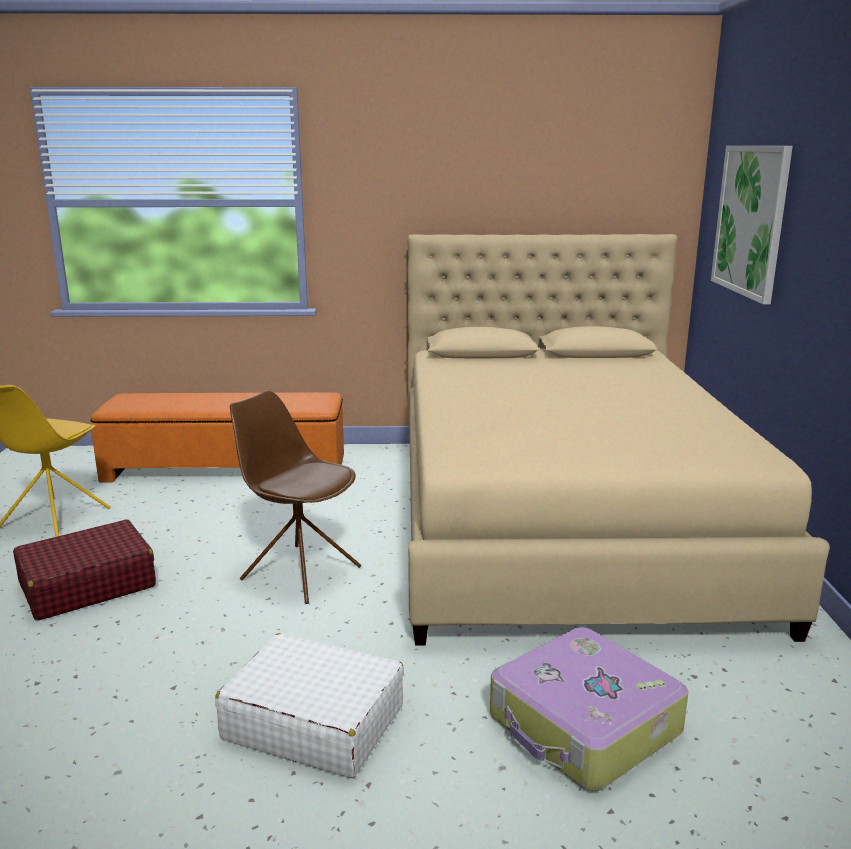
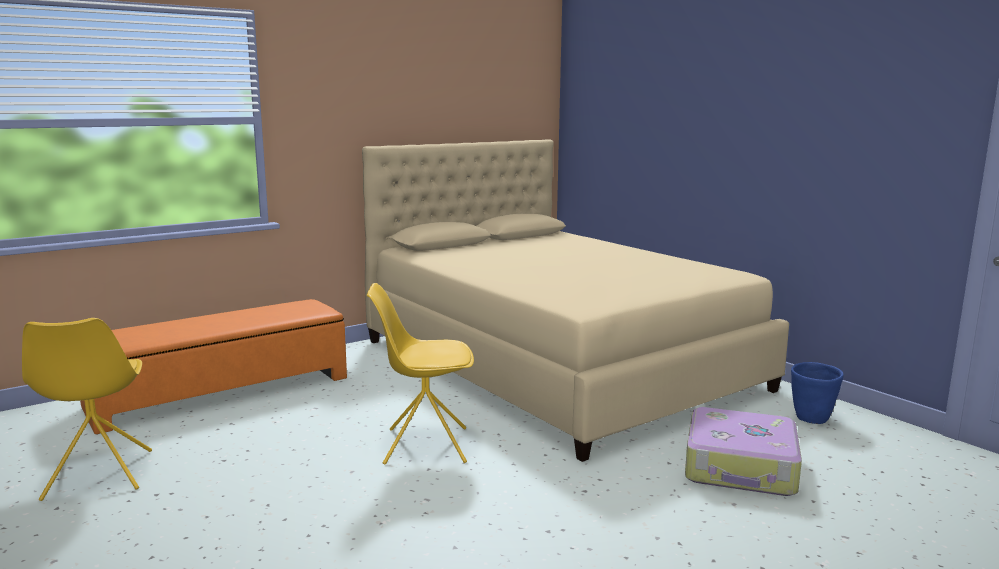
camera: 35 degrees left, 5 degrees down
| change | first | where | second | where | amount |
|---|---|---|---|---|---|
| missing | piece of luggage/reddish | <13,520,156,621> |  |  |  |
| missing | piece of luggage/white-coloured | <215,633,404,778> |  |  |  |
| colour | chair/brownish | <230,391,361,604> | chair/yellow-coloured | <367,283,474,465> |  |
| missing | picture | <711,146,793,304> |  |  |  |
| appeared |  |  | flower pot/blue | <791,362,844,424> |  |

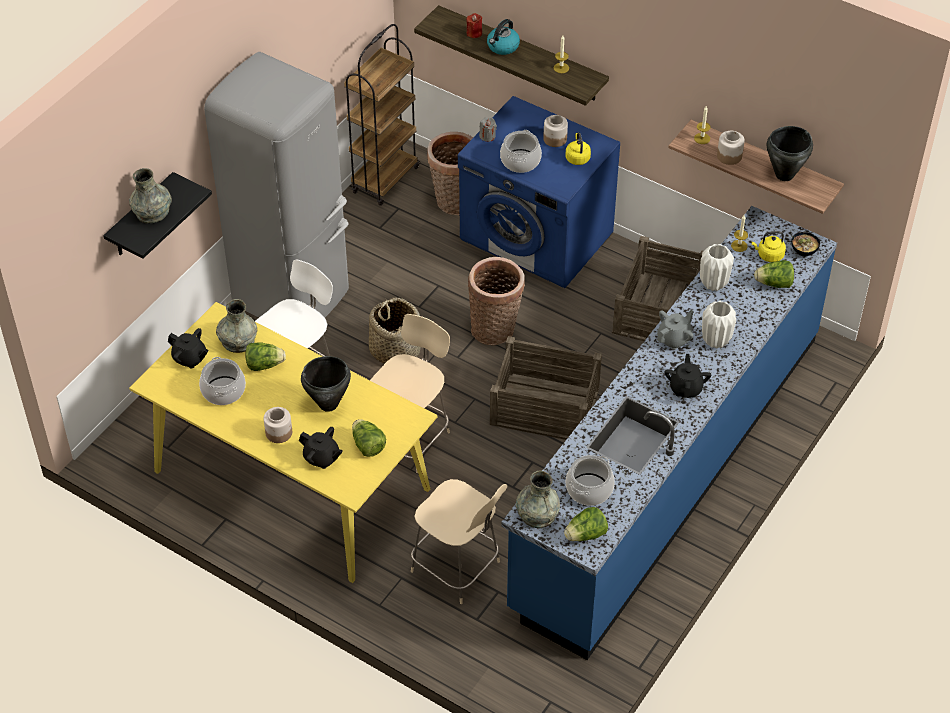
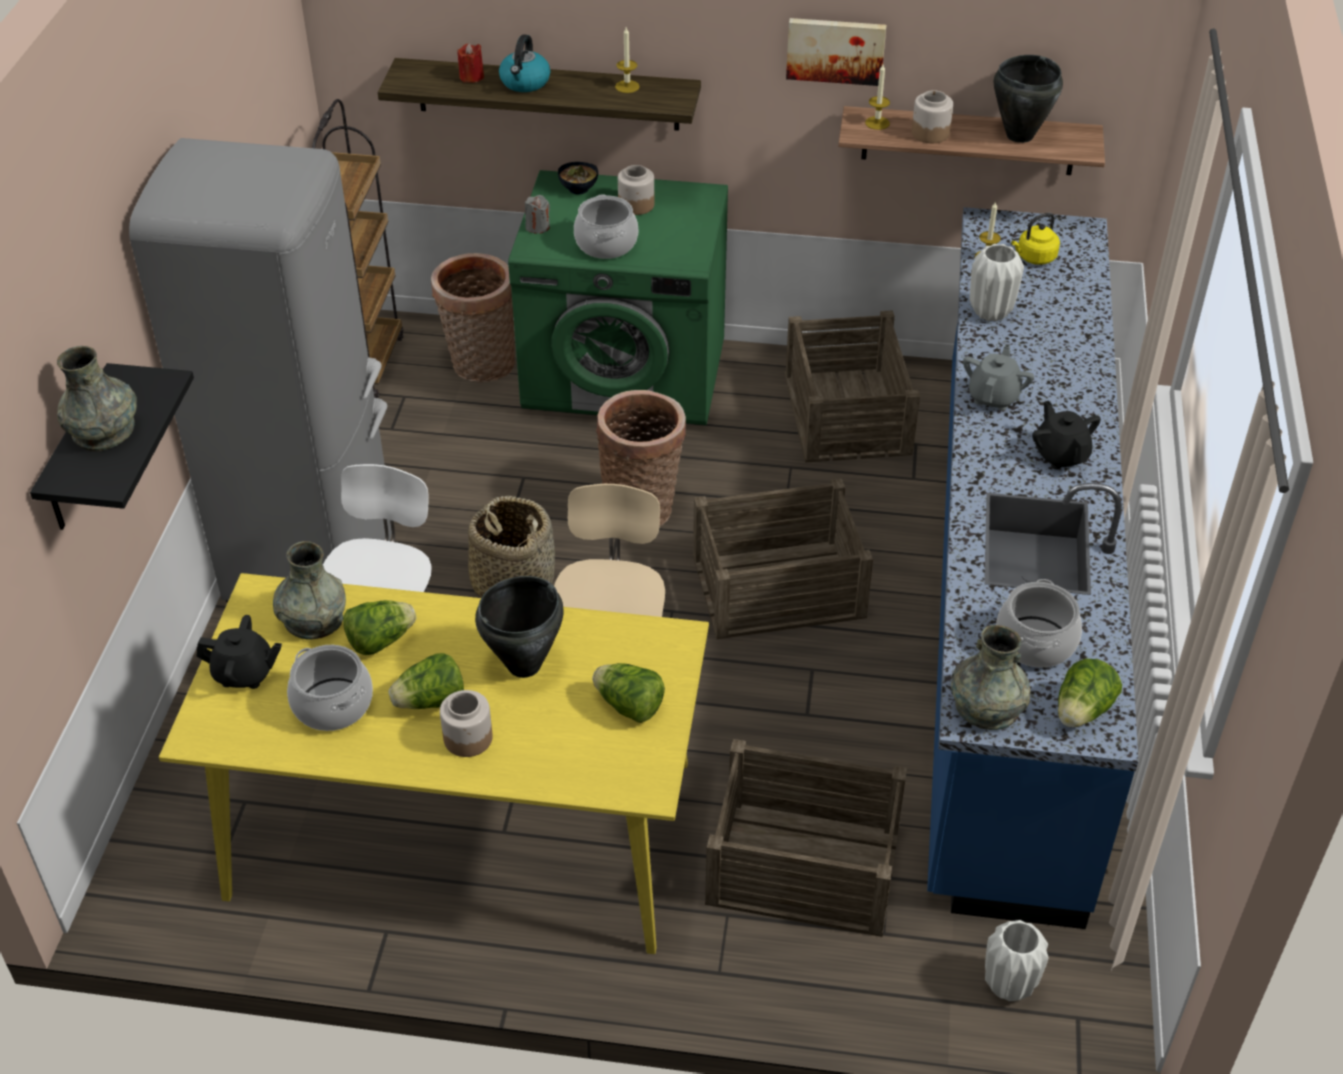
camera: 25 degrees left, 5 degrees down
| change | first | where | second | where | amount |
|---|---|---|---|---|---|
| missing | tea pot/black-coloured | <299,427,343,469> |  |  |  |
| exchanged | chair/sand-coloured | <411,479,507,604> | crate | <705,739,907,937> |  |
| colour | washing machine/blue | <458,96,620,288> | washing machine/green-coloured | <508,170,728,425> |  |
| missing | tea kettle/yellow-coloured | <566,132,591,165> |  |  |  |
| relocated | flower vase/white-coloured | <702,301,736,349> |  | <985,920,1049,1001> |  |
| relocated | lettuce | <754,260,794,288> |  | <388,653,464,709> |  |
| relocated | serving bowl | <791,232,820,257> |  | <558,162,598,194> |  |
| appeared |  |  | picture | <786,18,886,86> |  |

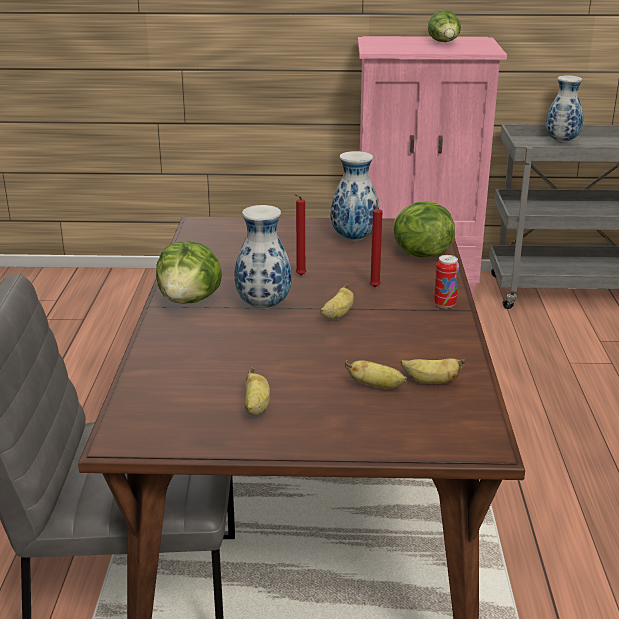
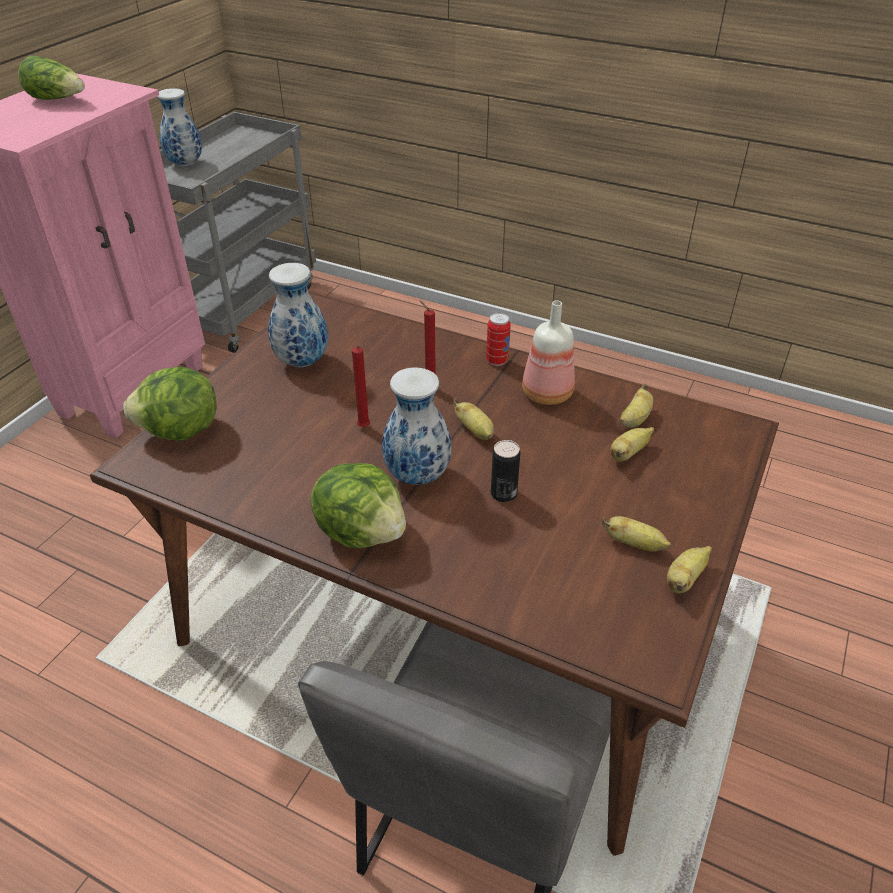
camera: 65 degrees left, 15 degrees up
| change | first | where | second | where | amount |
|---|---|---|---|---|---|
| relocated | lettuce | <393,201,455,258> |  | <123,367,217,441> |  |
| appeared |  |  | sealed can | <491,440,520,502> |  |
| appeared |  |  | beverage bottle | <522,300,575,405> |  |
| appeared |  |  | whole banana | <667,546,712,593> |  |

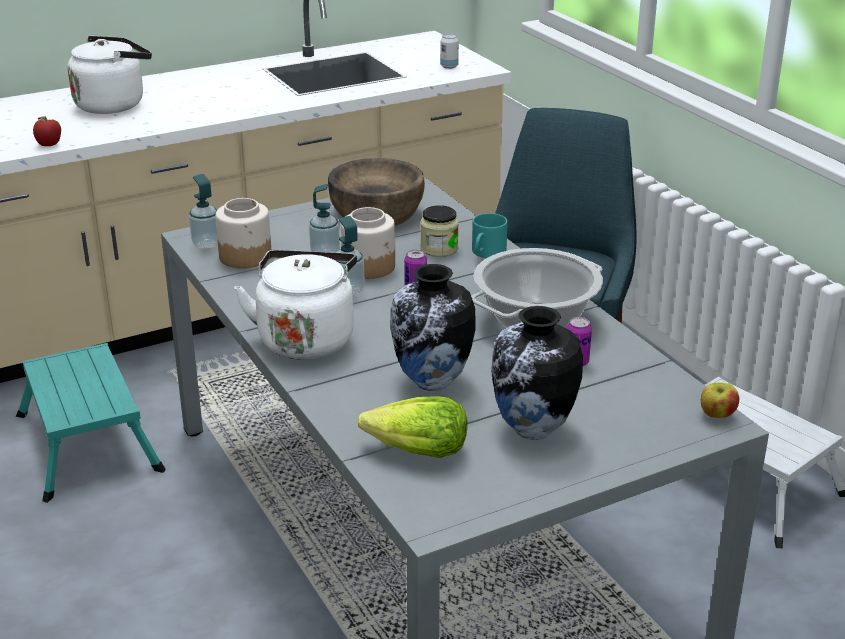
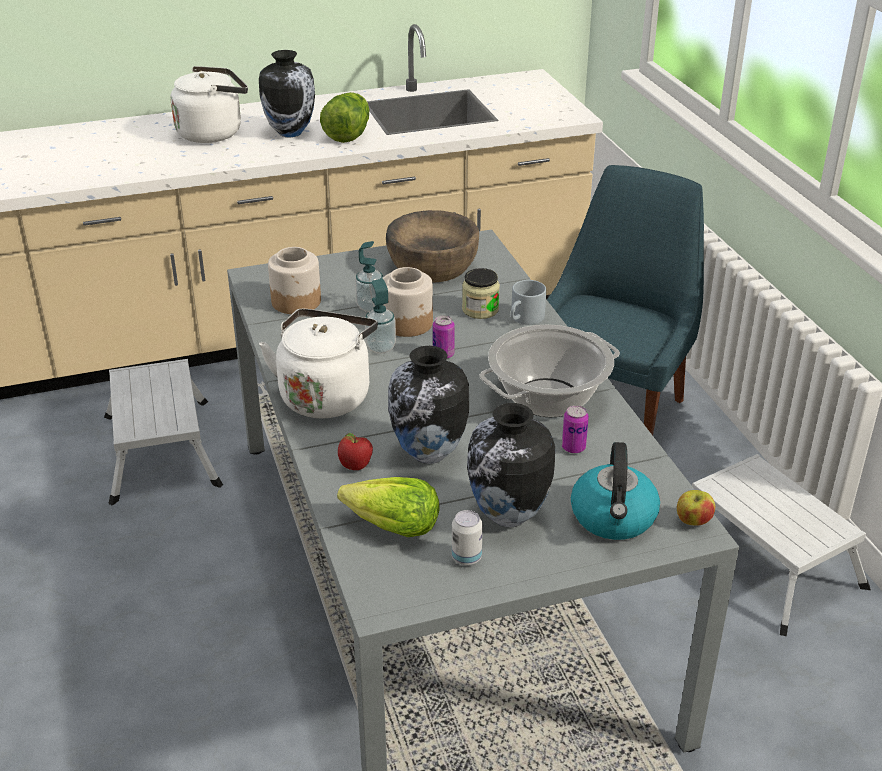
camera: 10 degrees right, 5 degrees up
| change | first | where | second | where | amount |
|---|---|---|---|---|---|
| colour | stepladder/turquoise-coloured | <16,343,166,503> | stepladder/white-coloured | <104,359,223,506> |  |
| relocated | whole apple | <33,116,61,146> |  | <338,433,373,470> |  |
| missing | liquid soap bottle | <189,174,218,249> |  |  |  |
| relocated | sealed can | <440,34,459,69> |  | <452,510,483,565> |  |
| colour | tea mug/turquoise-coloured | <472,213,507,258> | tea mug/grey | <510,280,546,325> |  |
| appeared |  |  | flower vase | <259,50,315,137> |  |
| appeared |  |  | lettuce | <320,92,370,143> |  |
| appeared |  |  | tea kettle | <571,442,660,540> |  |

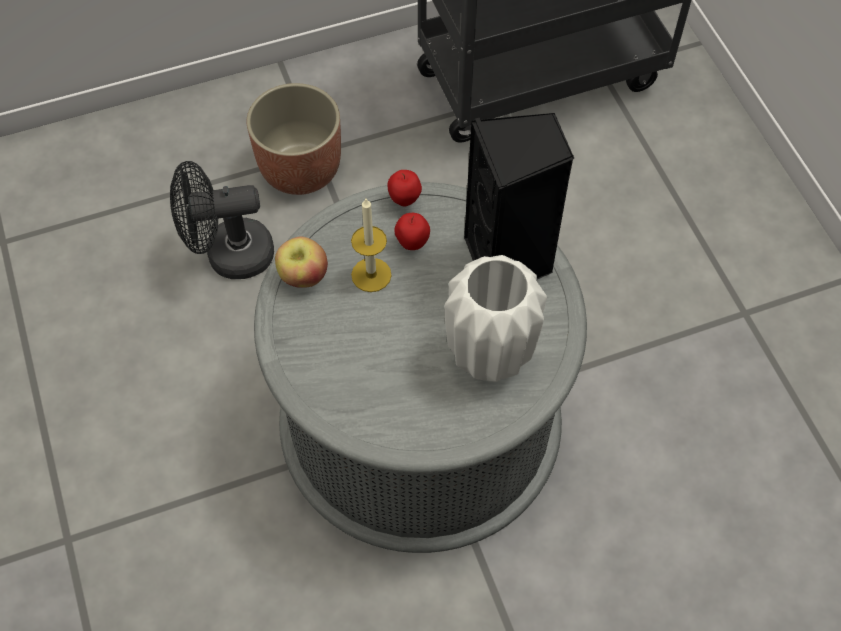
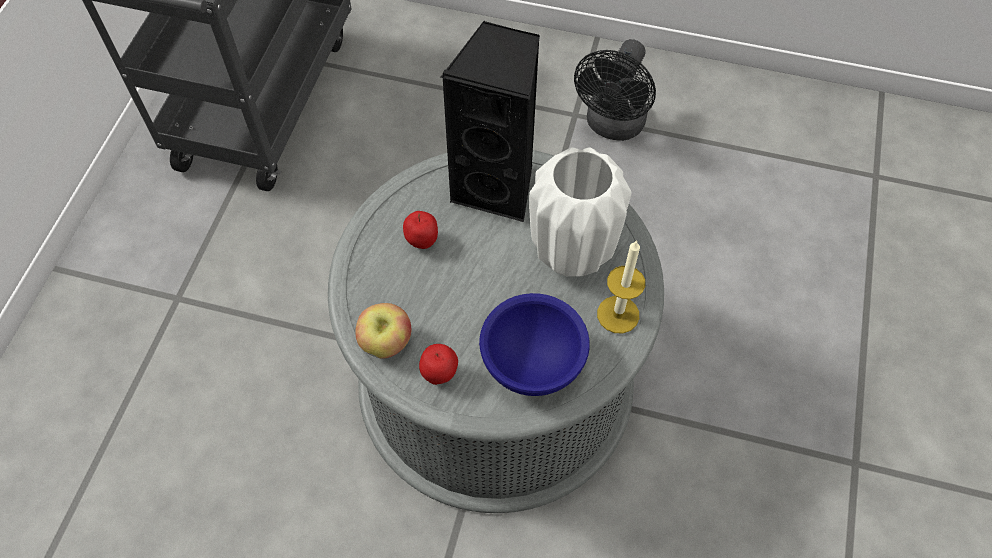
camera: 55 degrees left, 0 degrees up
| change | first | where | second | where | amount |
|---|---|---|---|---|---|
| relocated | fan/black-coloured | <170,161,274,279> |  | <574,39,656,141> |  |
| missing | flower pot | <247,83,341,195> |  |  |  |
| relocated | candle | <351,199,392,292> |  | <597,240,645,334> |  |
| relocated | whole apple | <387,170,422,207> |  | <419,344,458,385> |  |
| appeared |  |  | serving bowl/blue | <479,293,590,396> |  |

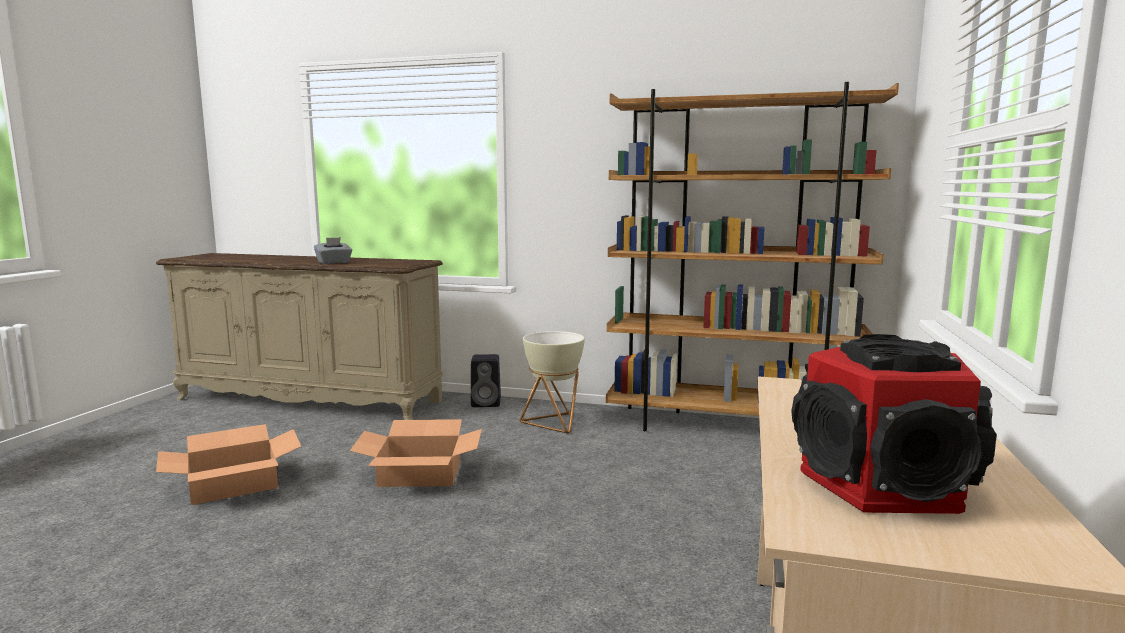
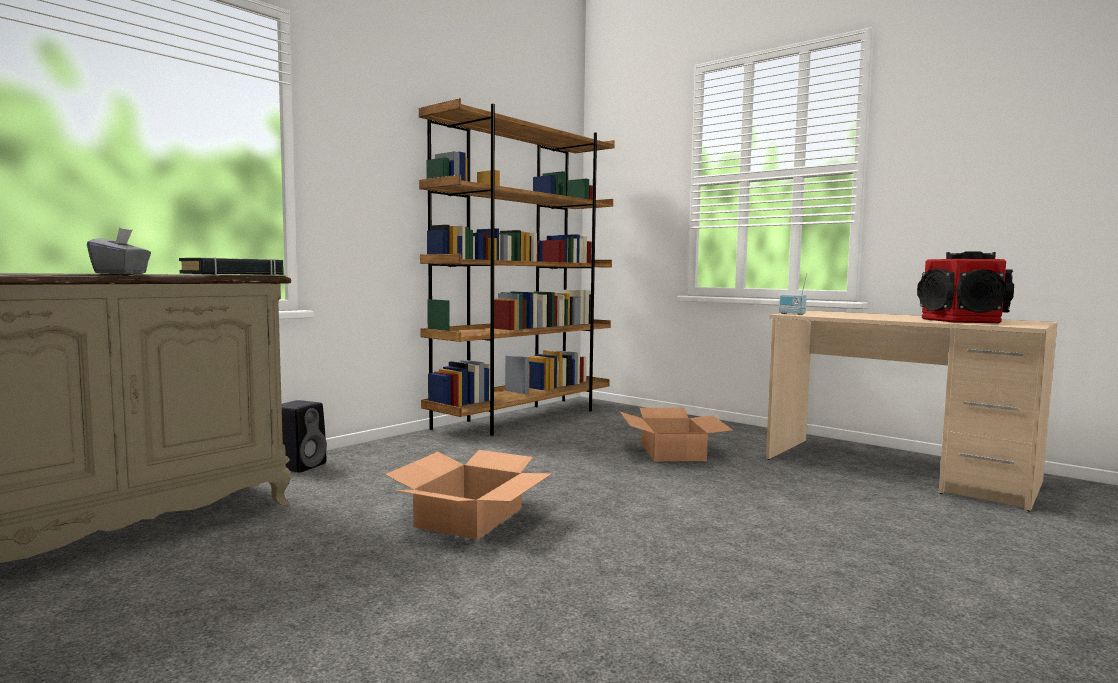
camera: 65 degrees left, 5 degrees down
| change | first | where | second | where | amount |
|---|---|---|---|---|---|
| relocated | packing box | <156,424,301,505> |  | <619,408,732,461> |  |
| missing | flower pot | <519,331,585,433> |  |  |  |
| appeared |  |  | book/black-coloured | <179,258,284,275> |  |
| appeared |  |  | radio | <779,273,807,315> |  |

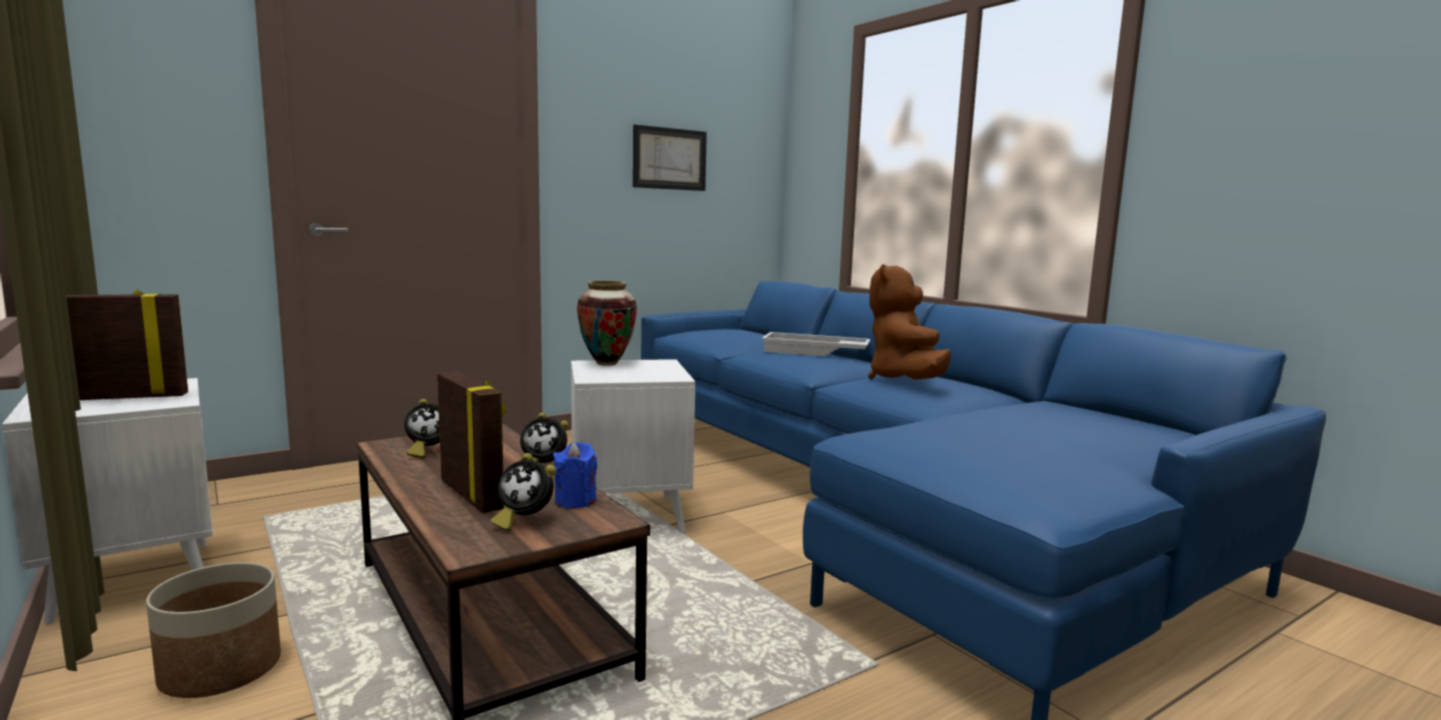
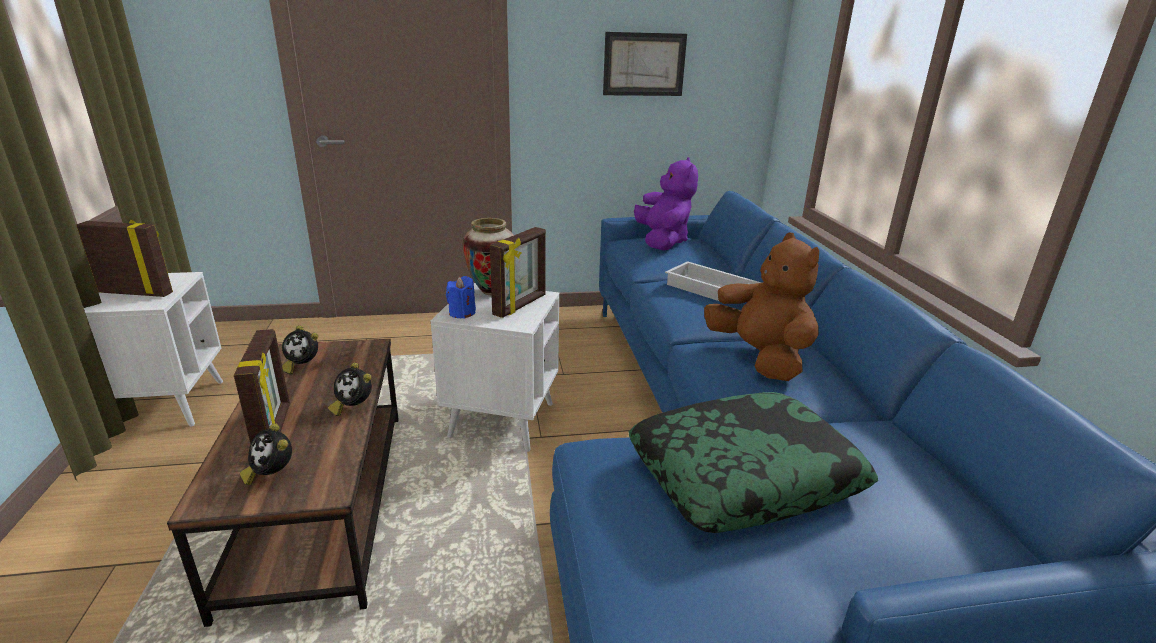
camera: 25 degrees right, 15 degrees up
| change | first | where | second | where | amount |
|---|---|---|---|---|---|
| missing | flower pot | <146,562,281,698> |  |  |  |
| relocated | candle/blue | <553,442,597,509> |  | <446,276,476,319> |  |
| spun | soft toy/brownish | <868,264,951,380> |  | <704,232,819,381> | 120 degrees clockwise |
| appeared |  |  | standing frame | <490,227,546,318> |  |
| appeared |  |  | throw pillow | <629,392,878,533> |  |
| appeared |  |  | soft toy/purple-coloured | <634,157,698,250> |  |

